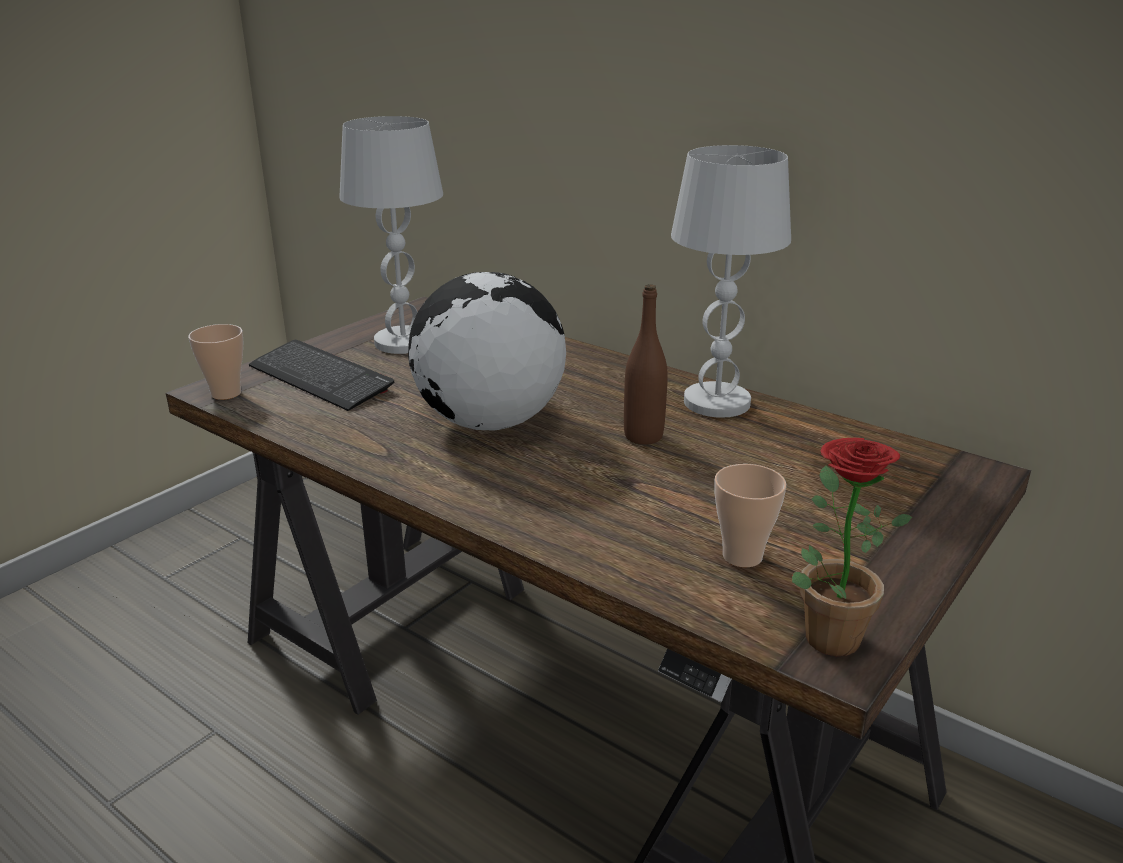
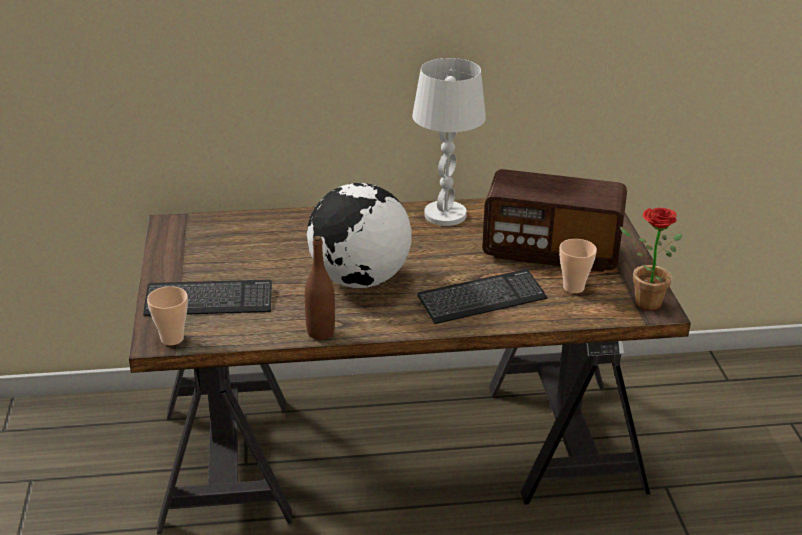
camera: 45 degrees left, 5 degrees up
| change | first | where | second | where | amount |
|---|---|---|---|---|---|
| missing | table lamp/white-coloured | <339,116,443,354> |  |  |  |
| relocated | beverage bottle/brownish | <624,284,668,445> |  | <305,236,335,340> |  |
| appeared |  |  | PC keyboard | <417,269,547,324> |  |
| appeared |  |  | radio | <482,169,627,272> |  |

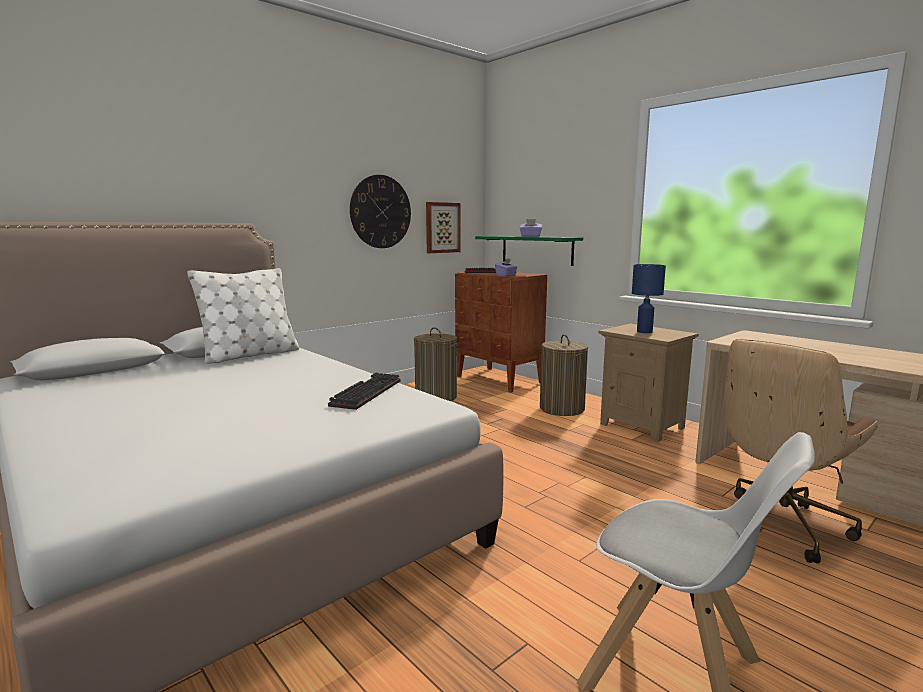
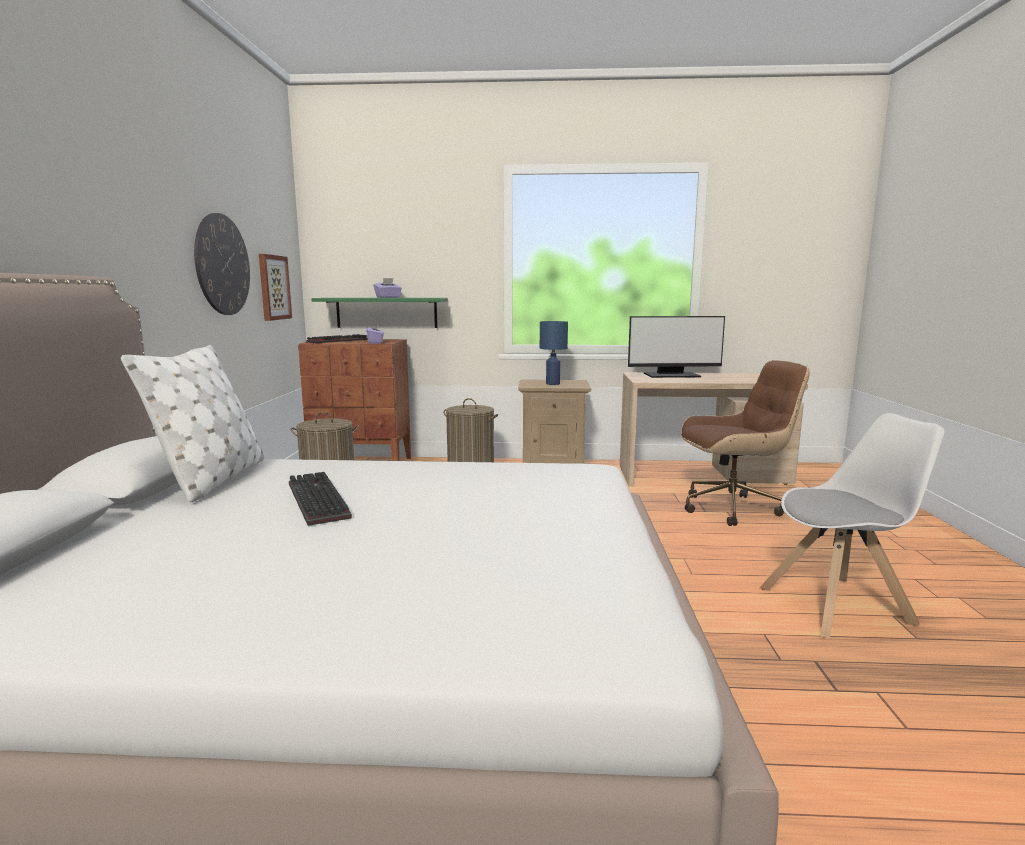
camera: 45 degrees left, 0 degrees up
| change | first | where | second | where | amount |
|---|---|---|---|---|---|
| relocated | PC keyboard | <328,373,401,410> |  | <289,472,352,526> |  |
| spun | office chair/brownish | <724,339,878,563> |  | <681,360,810,526> | 105 degrees counterclockwise |
| appeared |  |  | computer display | <628,316,725,378> |  |

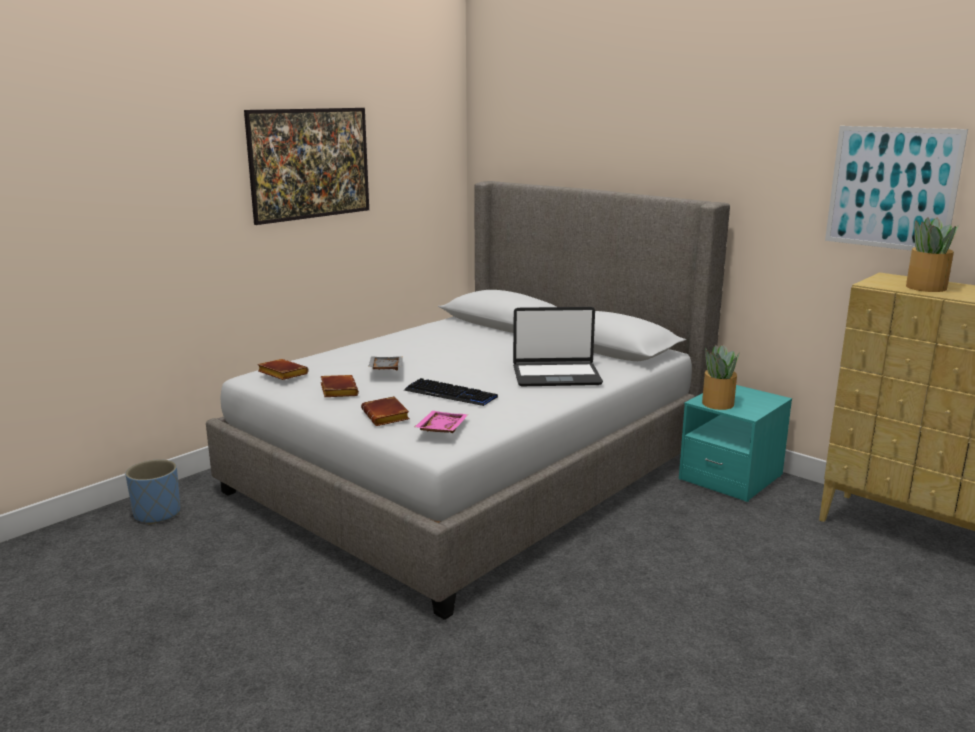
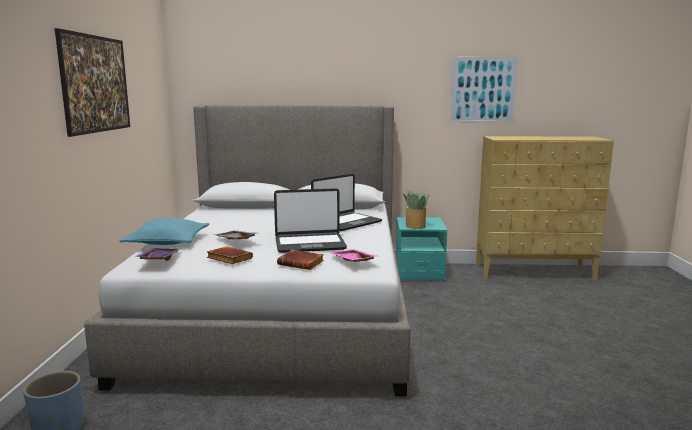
camera: 40 degrees left, 5 degrees down
| change | first | where | second | where | amount |
|---|---|---|---|---|---|
| exchanged | book/brownish | <257,359,308,380> | carrying tray/purple-coloured | <135,248,182,261> |  |
| exchanged | PC keyboard | <404,378,498,406> | portable computer | <274,188,347,253> |  |
| missing | plant in a pot | <906,217,959,292> |  |  |  |
| appeared |  |  | throw pillow/turquoise-coloured | <119,218,209,245> |  |

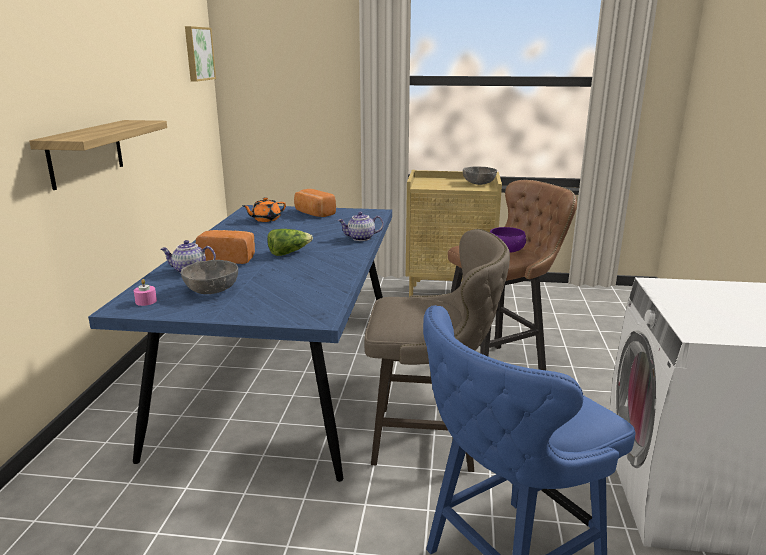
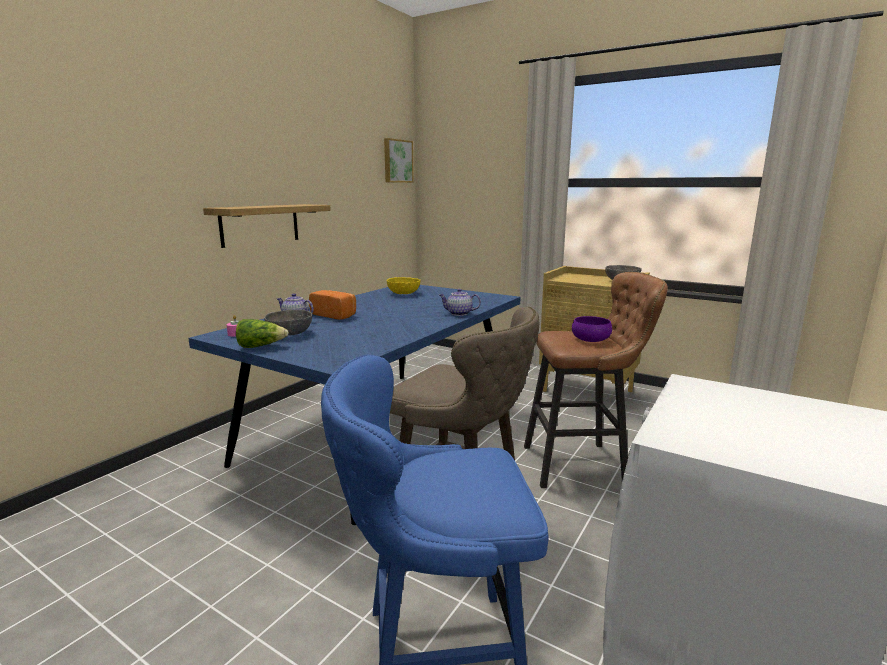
camera: 25 degrees right, 5 degrees down
| change | first | where | second | where | amount |
|---|---|---|---|---|---|
| exchanged | tea pot/orange | <242,197,286,222> | serving bowl/yellow-coloured | <387,277,421,294> |  |
| relocated | lettuce | <267,229,313,256> |  | <236,319,289,348> |  |
| missing | bakery bread | <294,189,336,217> |  |  |  |

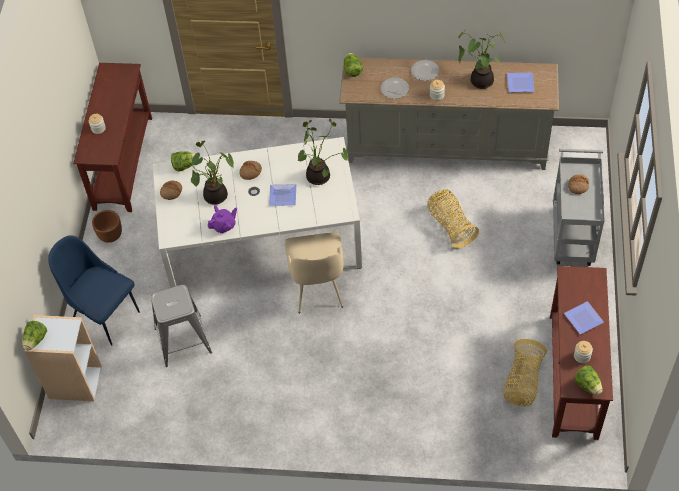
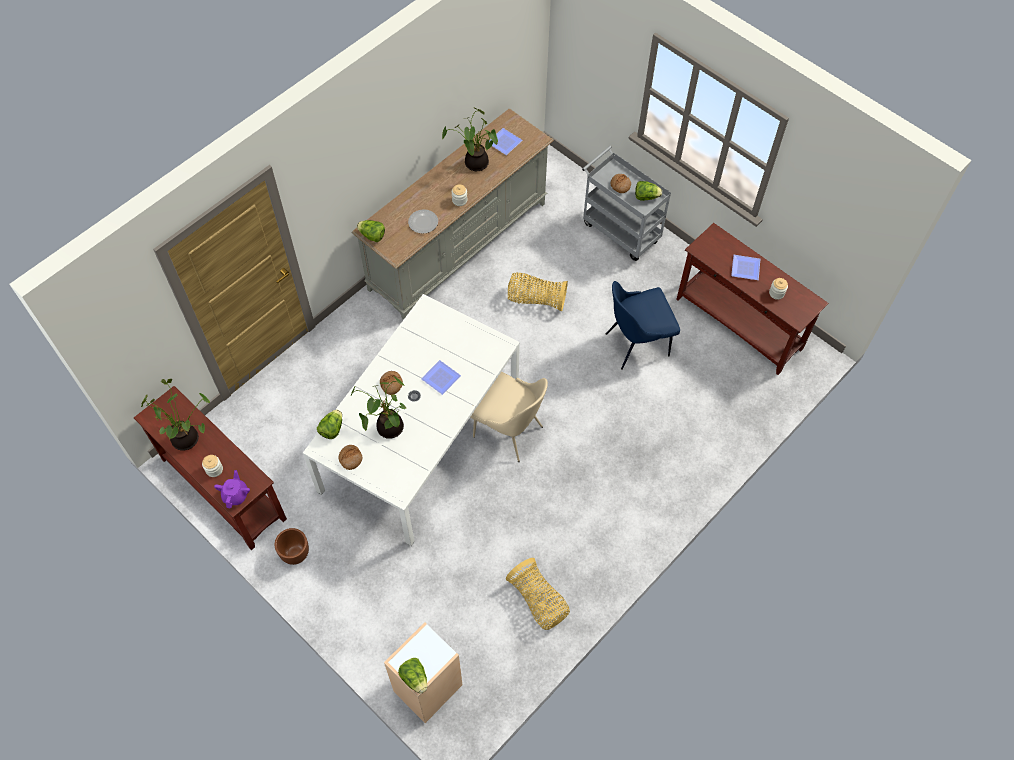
camera: 55 degrees left, 5 degrees up
| change | first | where | second | where | amount |
|---|---|---|---|---|---|
| relocated | chair/blue | <48,236,140,346> |  | <606,281,680,370> |  |
| missing | stool seat/grey | <151,284,212,367> |  |  |  |
| relocated | tea pot/purple-coloured | <208,206,237,234> |  | <214,470,250,508> |  |
| relocated | plant in a pot | <298,119,348,185> |  | <141,379,210,451> |  |
| missing | plate | <411,60,439,81> |  |  |  |
| relocated | storage basket | <503,339,547,406> |  | <506,558,570,630> |  |
| relocated | lettuce | <575,365,603,395> |  | <635,181,662,201> |  |

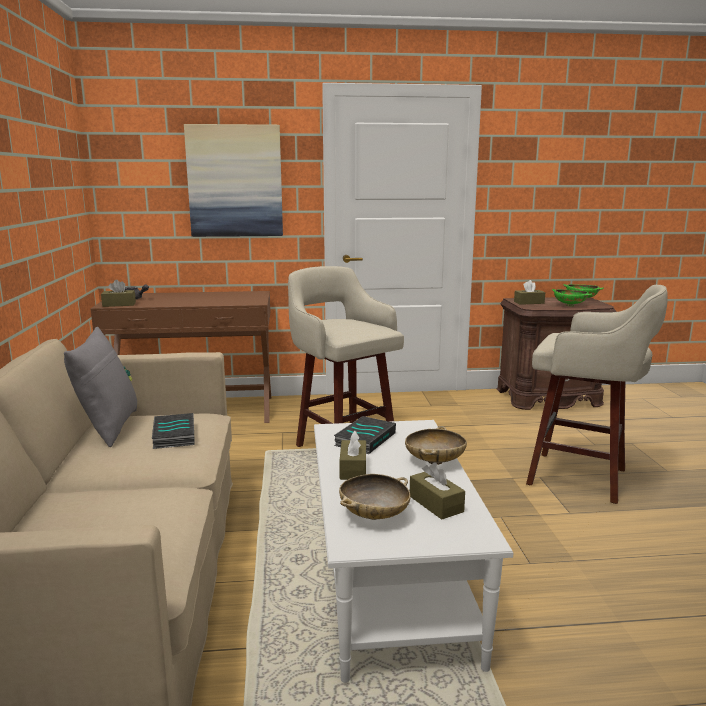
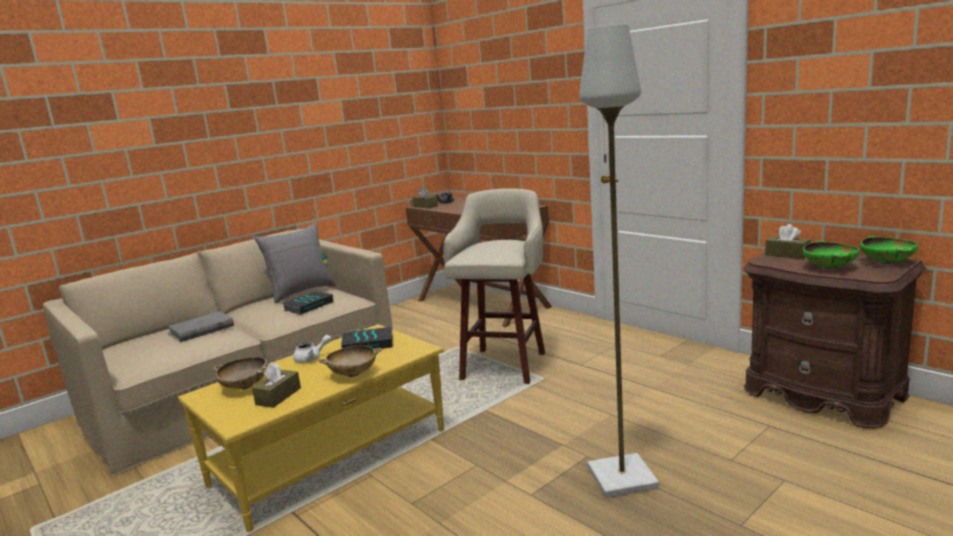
camera: 55 degrees right, 0 degrees up
| change | first | where | second | where | amount |
|---|---|---|---|---|---|
| missing | picture | <184,124,283,237> |  |  |  |
| colour | lounge table/white-coloured | <314,420,513,683> | lounge table/yellow-coloured | <178,324,444,532> |  |
| exchanged | tissue box/brownish | <340,431,366,480> | tea pot/white-coloured | <293,335,331,363> |  |
| exchanged | stool seat/sand-coloured | <526,285,668,504> | standard lamp/grey | <579,24,659,498> |  |
| appeared |  |  | book/grey | <168,311,234,342> |  |

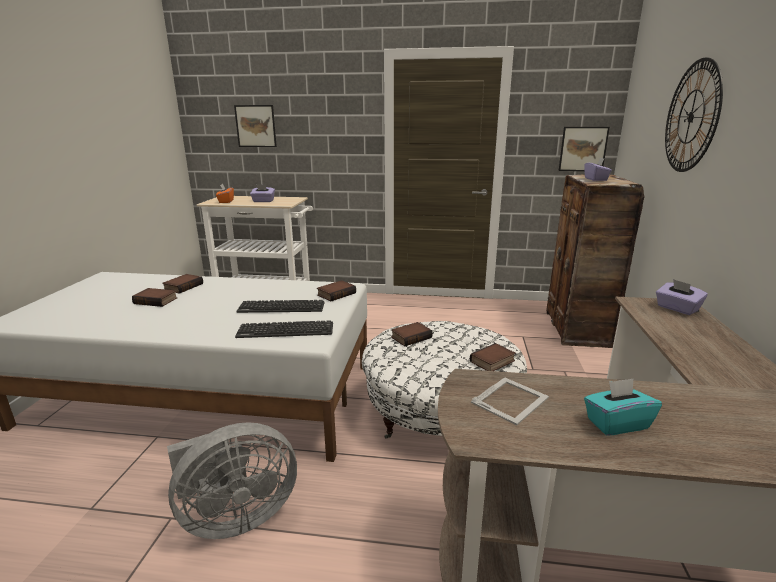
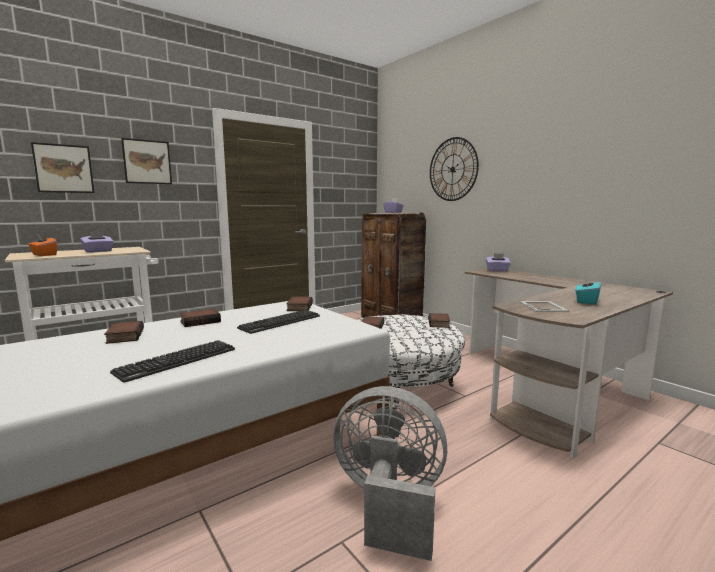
camera: 45 degrees left, 10 degrees down
| change | first | where | second | where | amount |
|---|---|---|---|---|---|
| relocated | book | <132,288,177,307> |  | <180,309,221,327> |  |
| spun | fan/grey | <167,422,297,539> |  | <333,386,447,561> | 90 degrees counterclockwise |
| relocated | PC keyboard | <235,320,333,338> |  | <110,340,235,383> |  |
| relocated | picture | <559,127,610,171> |  | <121,138,172,184> |  |

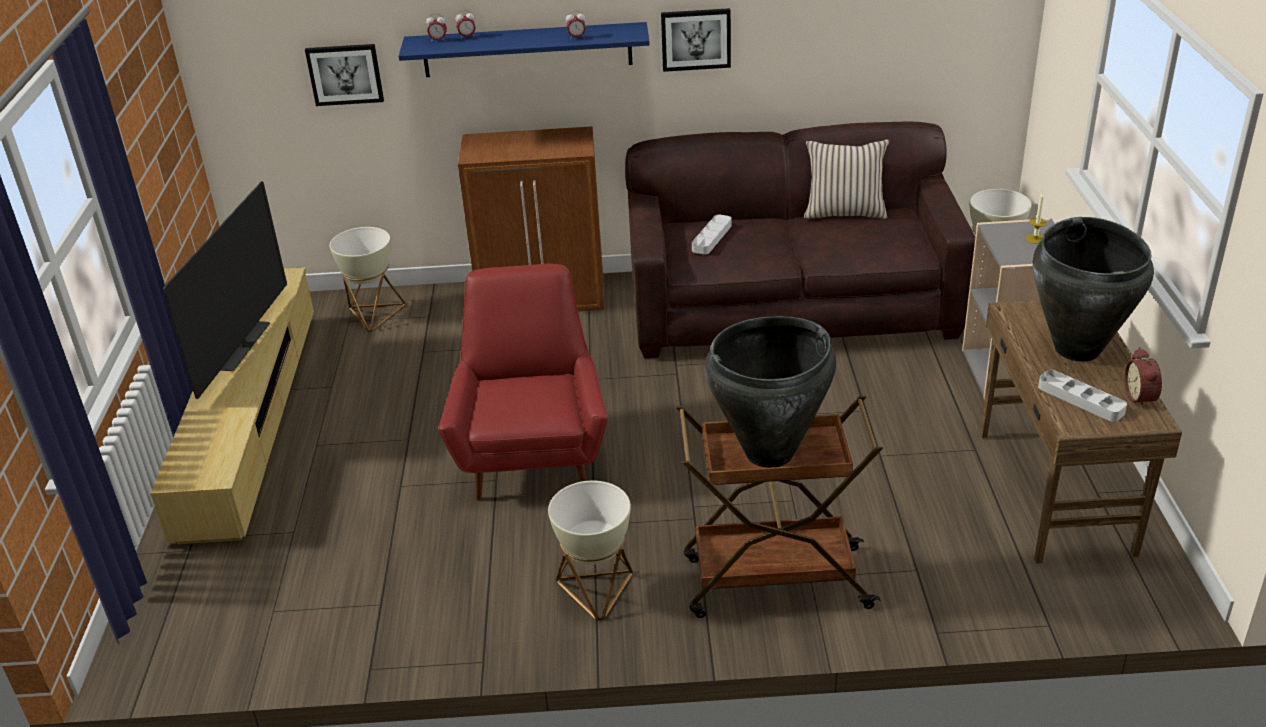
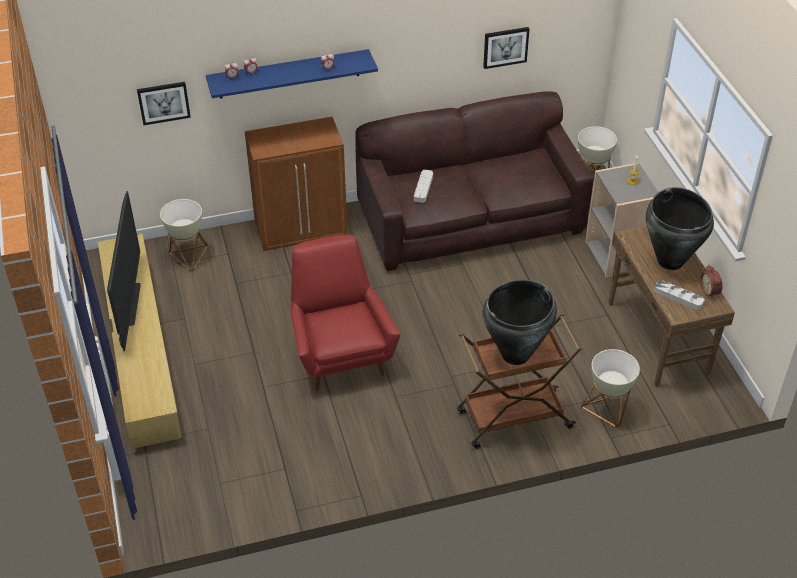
camera: 15 degrees left, 10 degrees up
| change | first | where | second | where | amount |
|---|---|---|---|---|---|
| relocated | flower pot | <548,481,633,620> |  | <581,349,640,427> |  |
| relocated | picture | <661,8,731,72> |  | <483,27,529,69> |  |
| missing | throw pillow/sand-coloured | <804,139,889,219> |  |  |  |

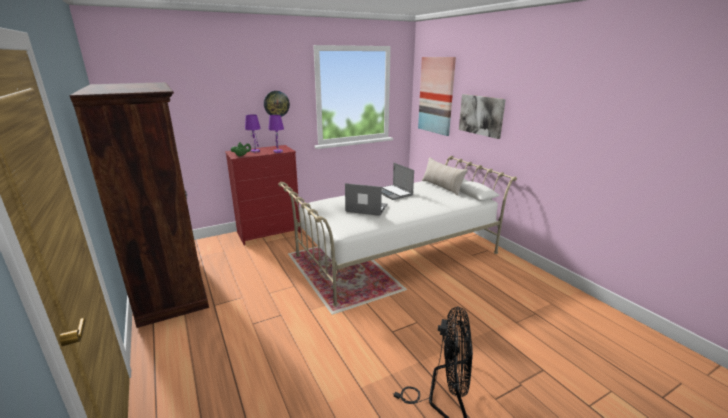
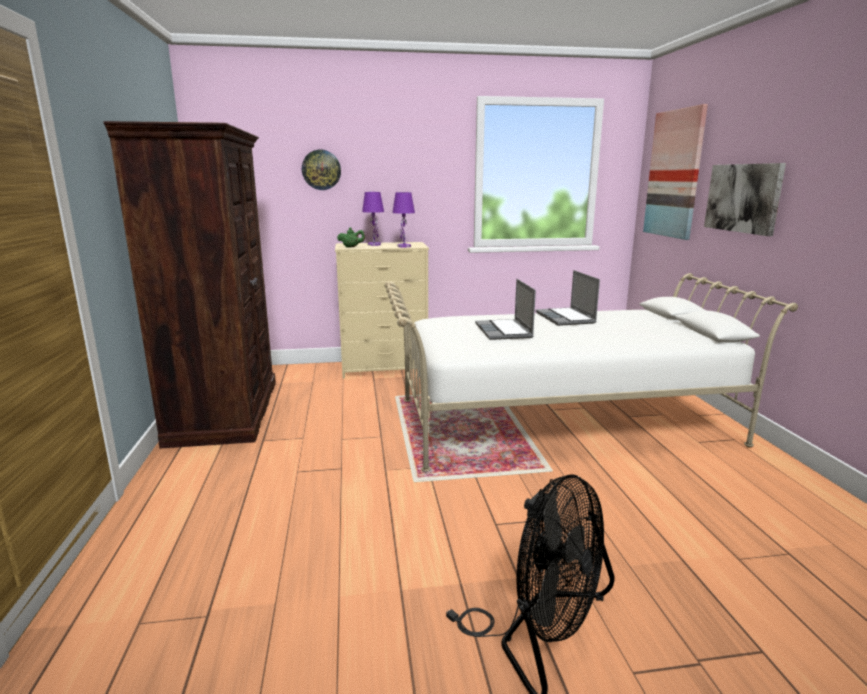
camera: 20 degrees right, 5 degrees down
| change | first | where | second | where | amount |
|---|---|---|---|---|---|
| colour | dresser/reddish | <225,145,301,245> | dresser/sand-coloured | <335,242,429,379> |  |
| relocated | hanging clock | <264,91,290,117> |  | <302,150,341,190> |  |
| spun | portable computer | <345,183,387,216> |  | <475,279,536,340> | 135 degrees counterclockwise |
| missing | throw pillow/sand-coloured | <422,157,468,196> |  |  |  |

